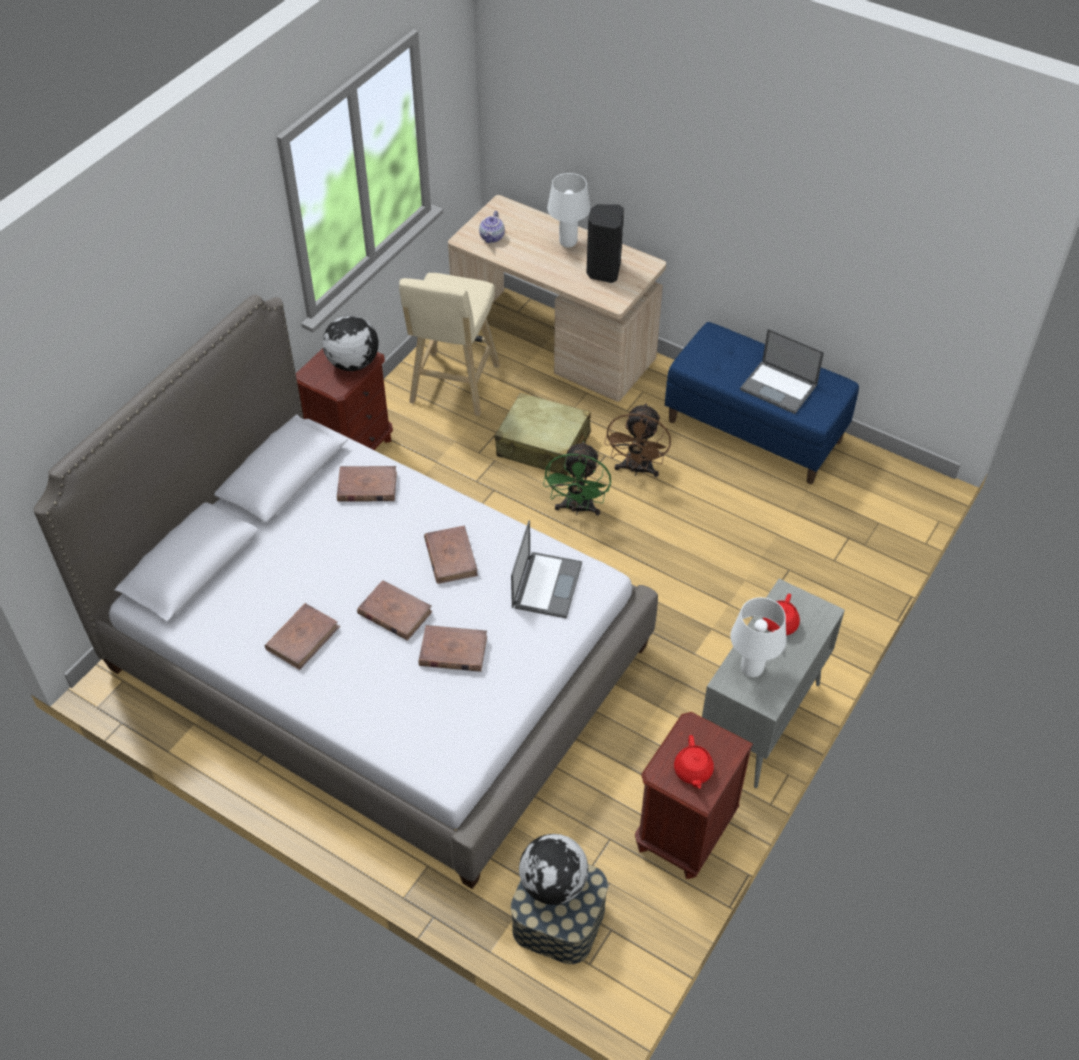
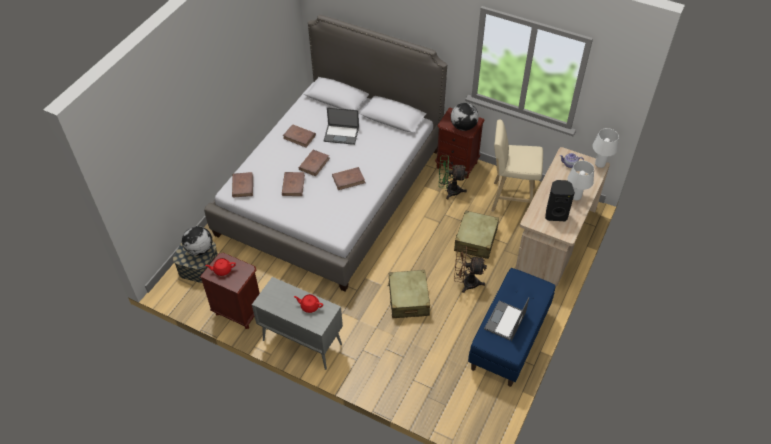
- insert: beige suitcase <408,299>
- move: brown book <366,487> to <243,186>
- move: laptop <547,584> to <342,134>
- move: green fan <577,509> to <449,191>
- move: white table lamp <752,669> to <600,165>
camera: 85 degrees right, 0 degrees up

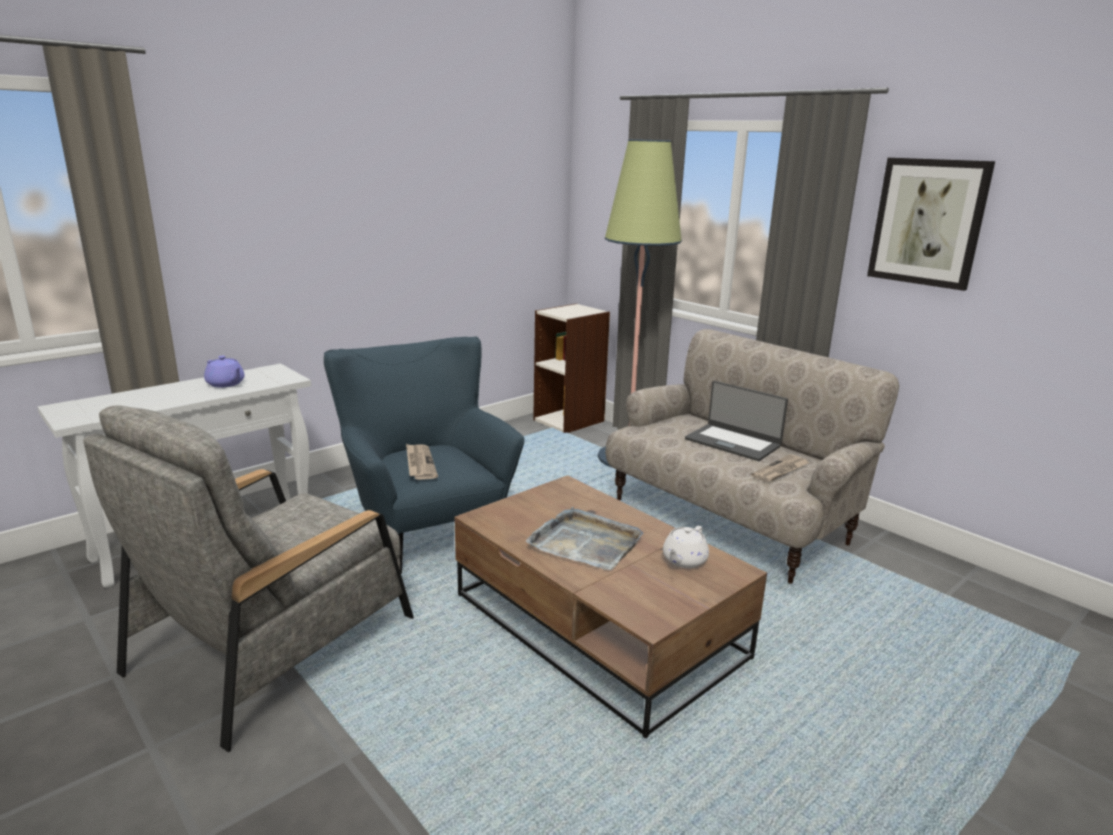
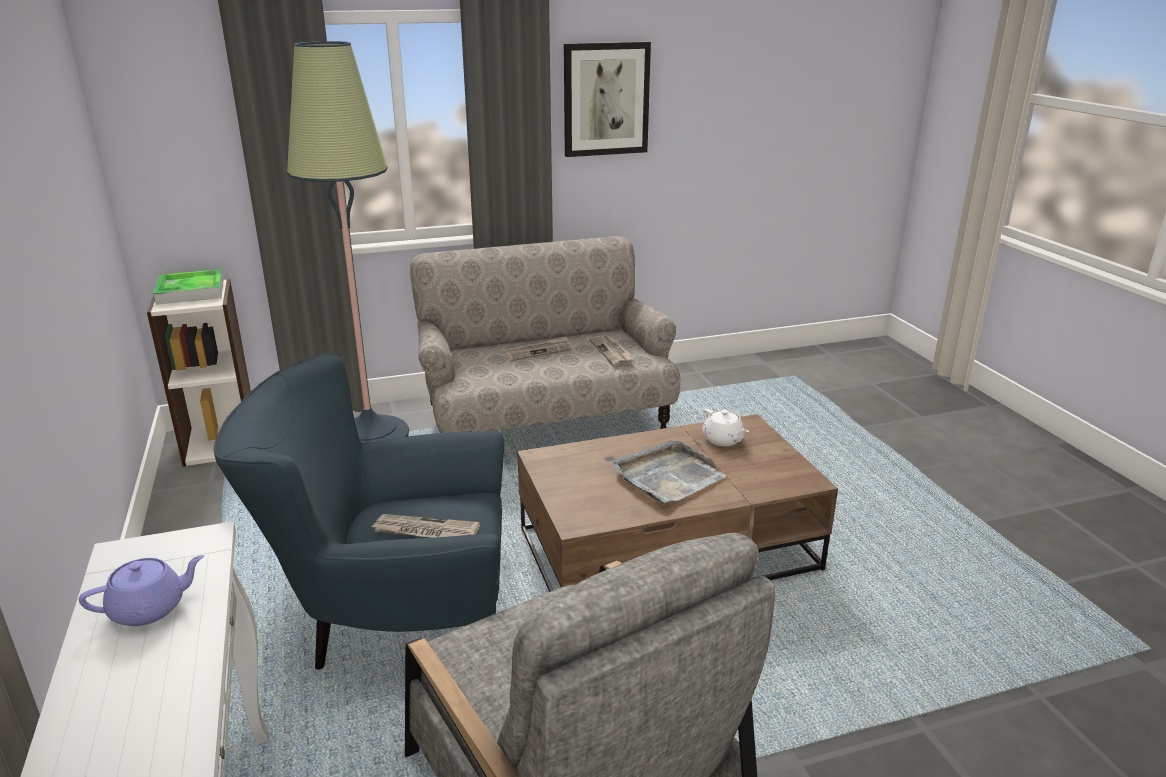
- insert: tray <191,291>
- replace: laptop <733,442> to newspaper <538,351>
camera: 65 degrees left, 5 degrees up

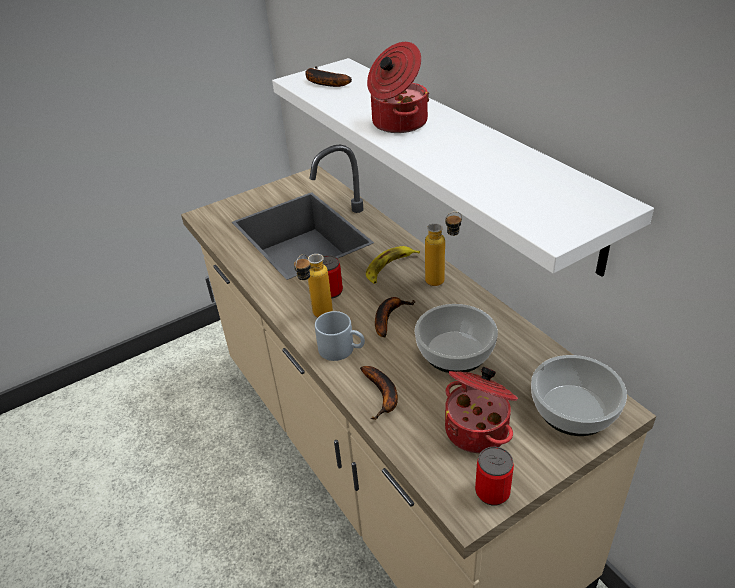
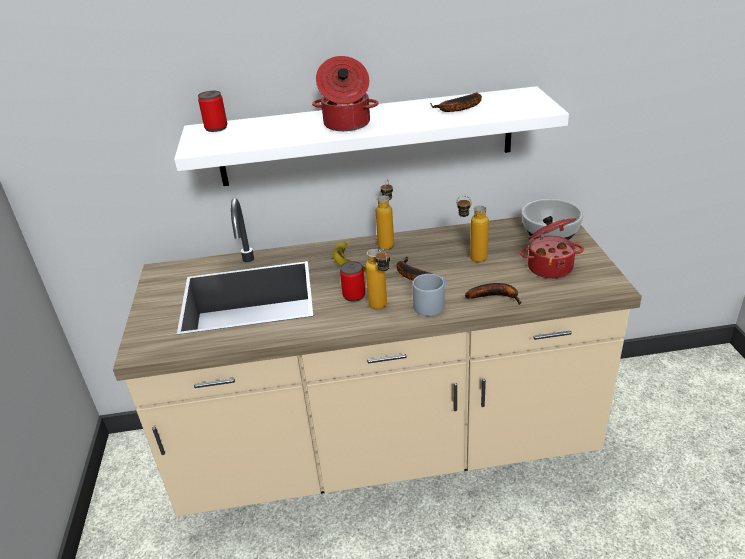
- move: banana <323,82> to <458,108>
- move: can <492,492> to <216,128>
- replace: bowl <454,352> to bottle <471,257>
camera: 65 degrees left, 5 degrees down

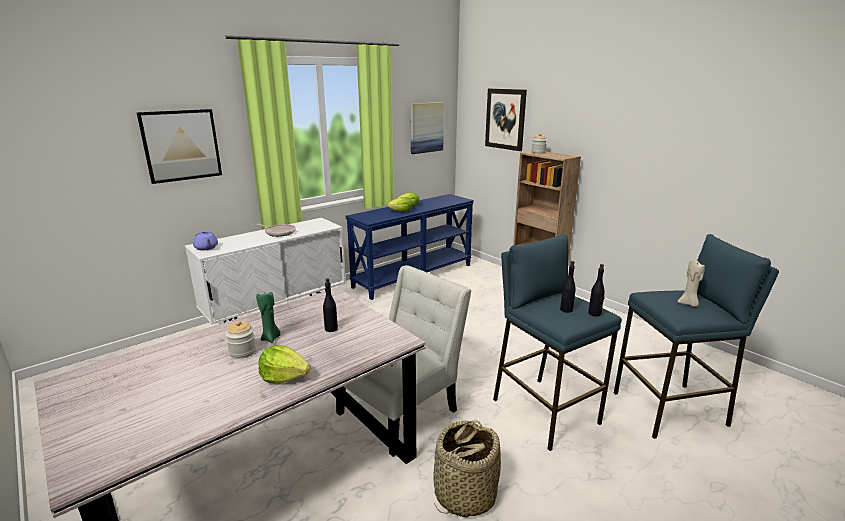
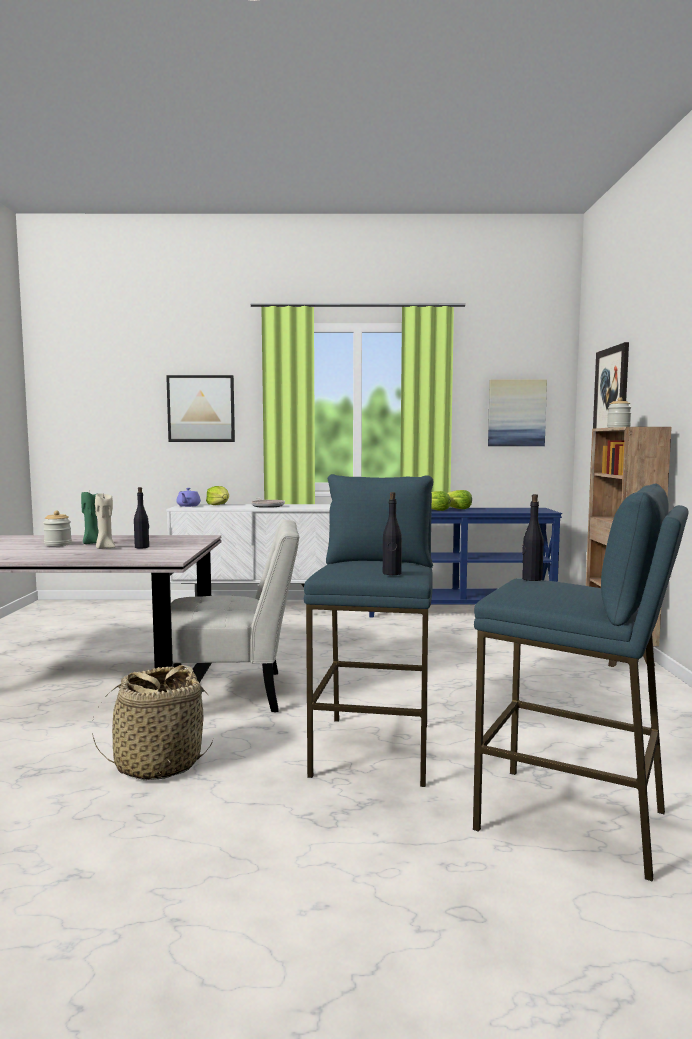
- move: lettuce <284,376> to <219,505>
- move: black bottle <566,310> to <531,579>
- move: beige candle <688,304> to <105,548>
camera: 40 degrees right, 15 degrees down

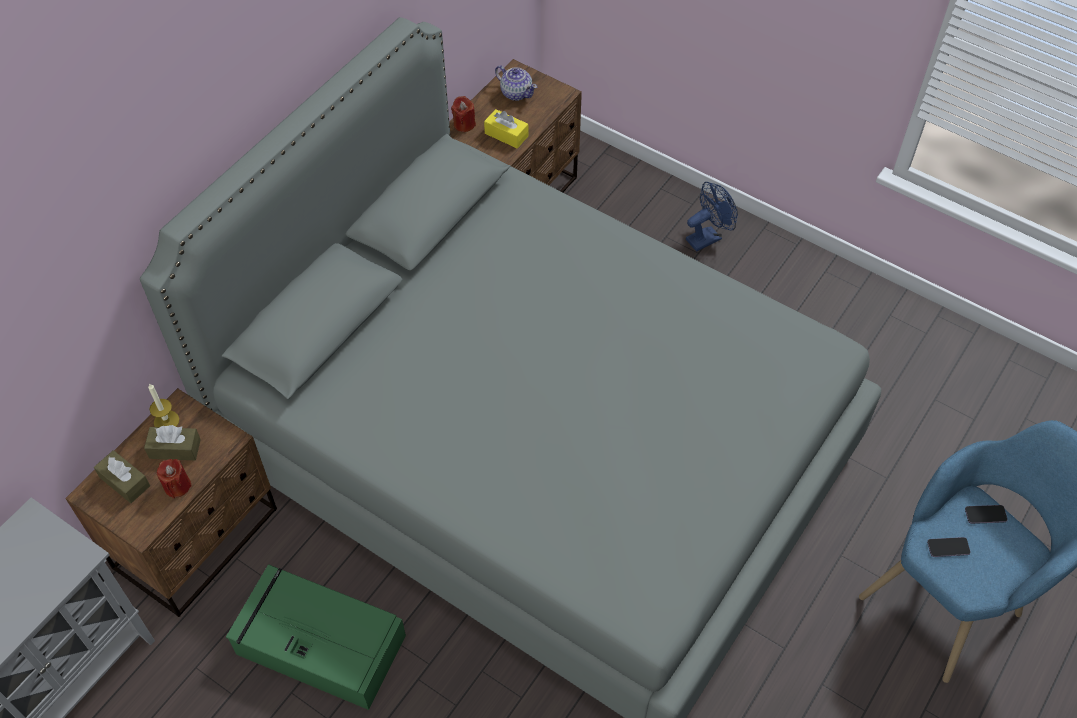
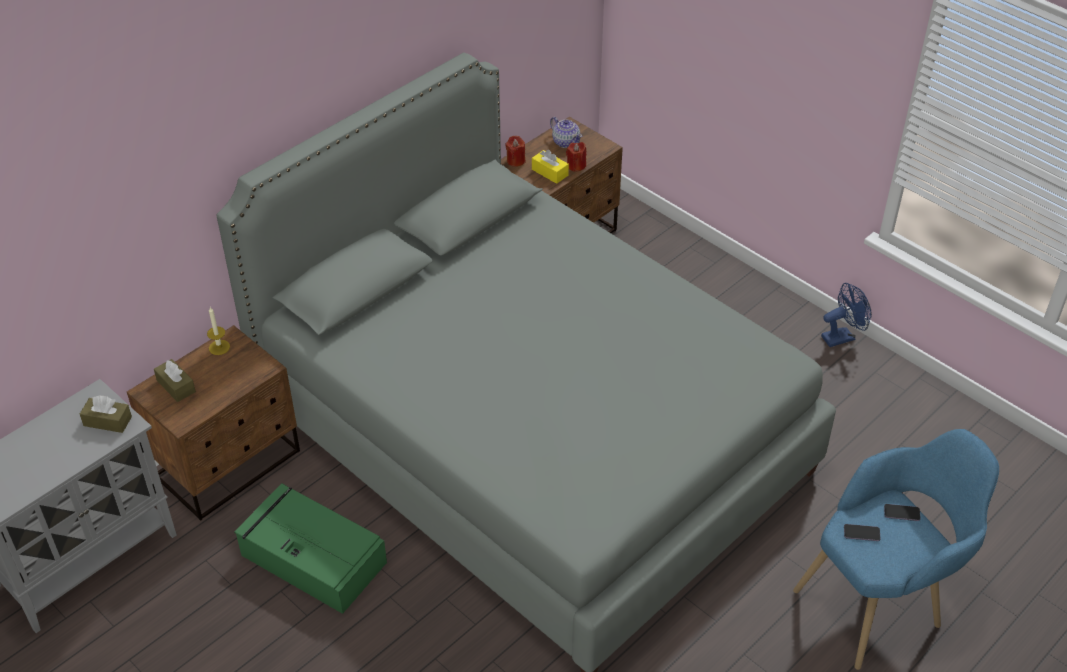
- move: brown tissue box <175,449> to <107,421>
- move: red candle <177,486> to <576,166>
- move: blue fan <708,237> to <842,336>
camera: 10 degrees right, 10 degrees down

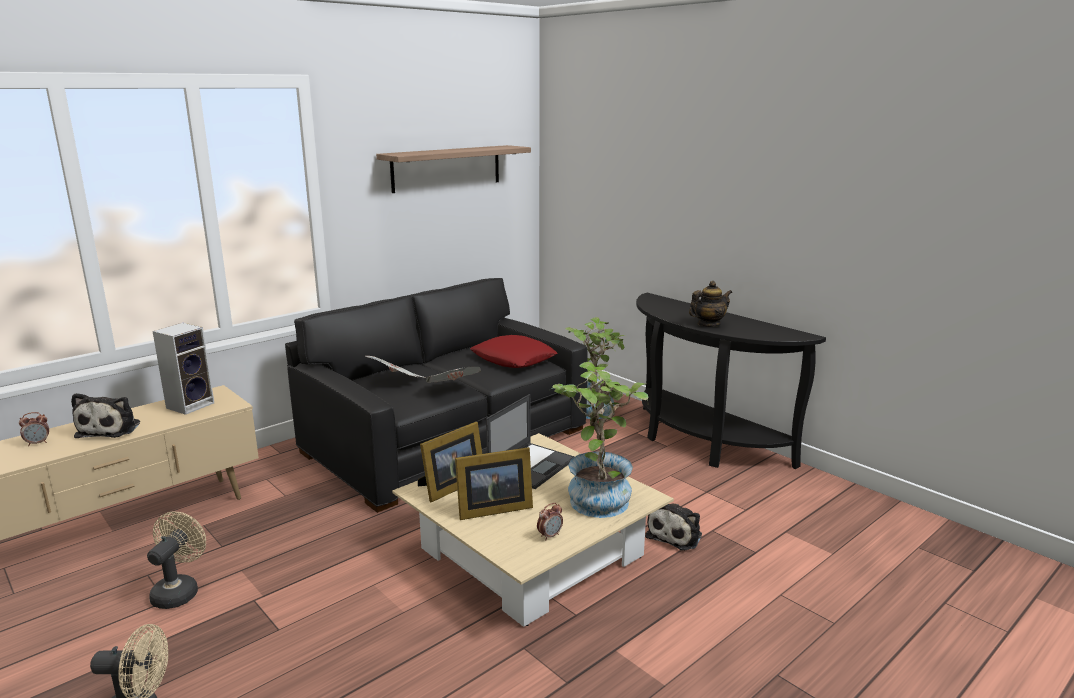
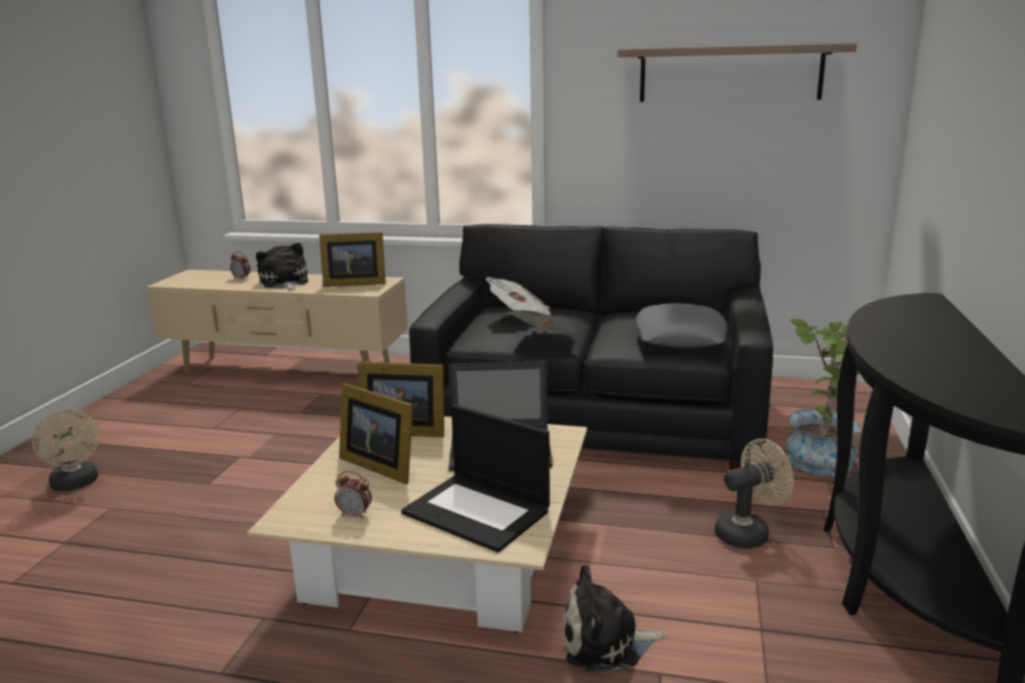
- delete: teapot <708,324>
- move: beige fan <179,591> to <748,532>
- replace: speaker <191,405> to picture frame <353,283>
- replace: potted plant <597,496> to laptop <478,512>
- recolor: red pillow <513,359> to grey pillow <679,336>
- rotate: plush toy <111,428> = <284,282> 105 degrees clockwise
camera: 55 degrees right, 0 degrees up

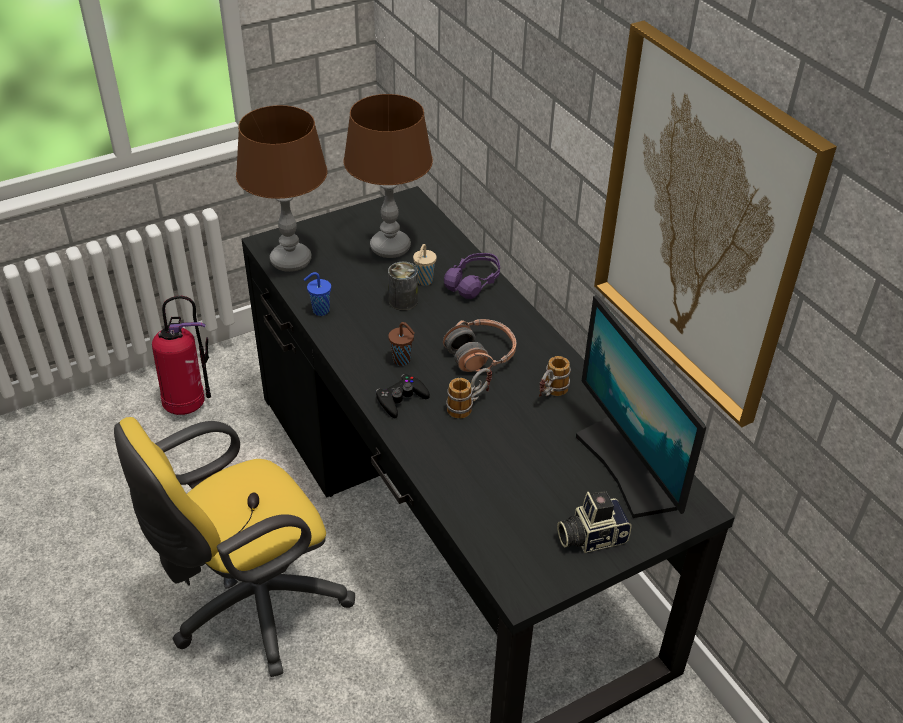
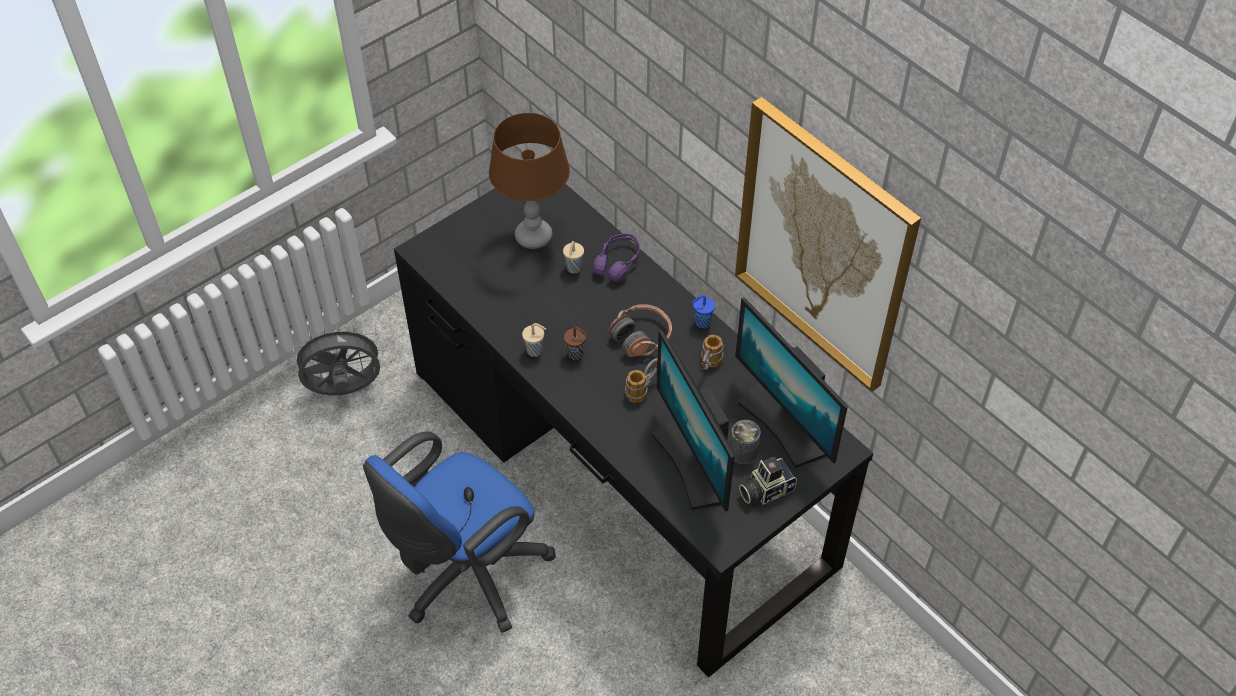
- delete: brown table lamp <291,261>
- delete: black game controller <401,399>
- insert: beige cup <535,351>
- insert: monitor <693,463>
- move: blue cup <319,311> to <701,323>
- move: can <403,301> to <743,452>
- replace: fire extinguisher <187,404> to grey fan <344,391>
- recolor: yellow office chair <251,606> to blue office chair <466,575>
camera: 10 degrees left, 10 degrees up

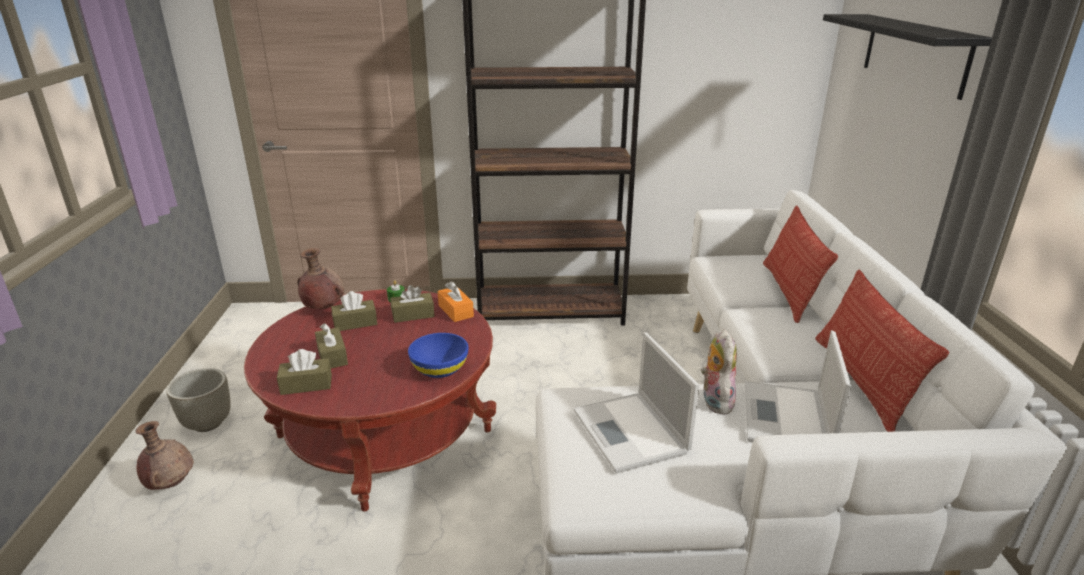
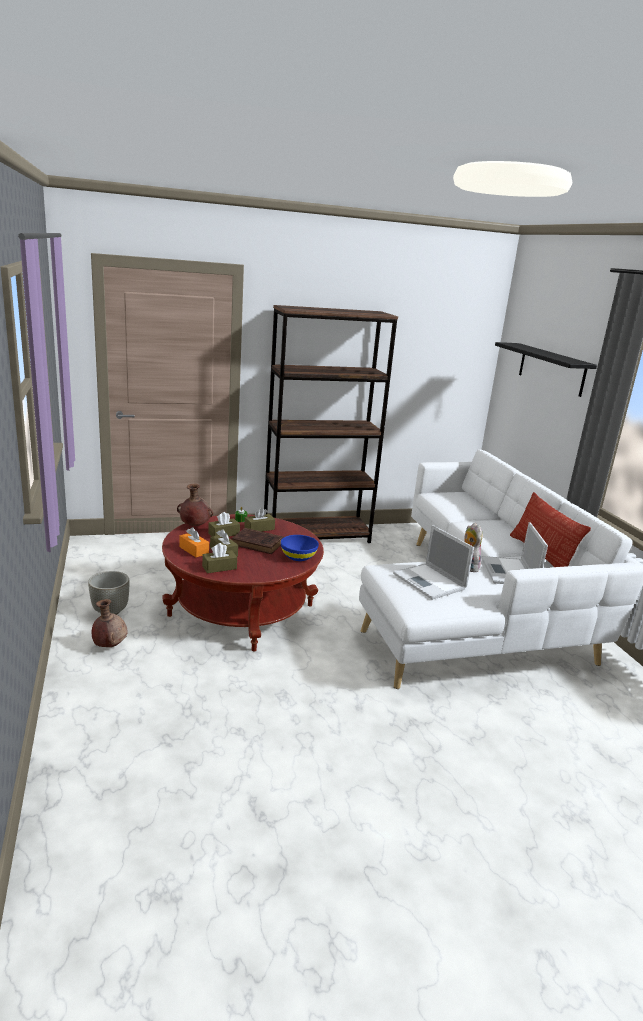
- delete: pillow <789,291>
- insert: brown book <259,544>
- move: orange tissue box <456,311> to <194,550>
camera: 15 degrees left, 5 degrees down

